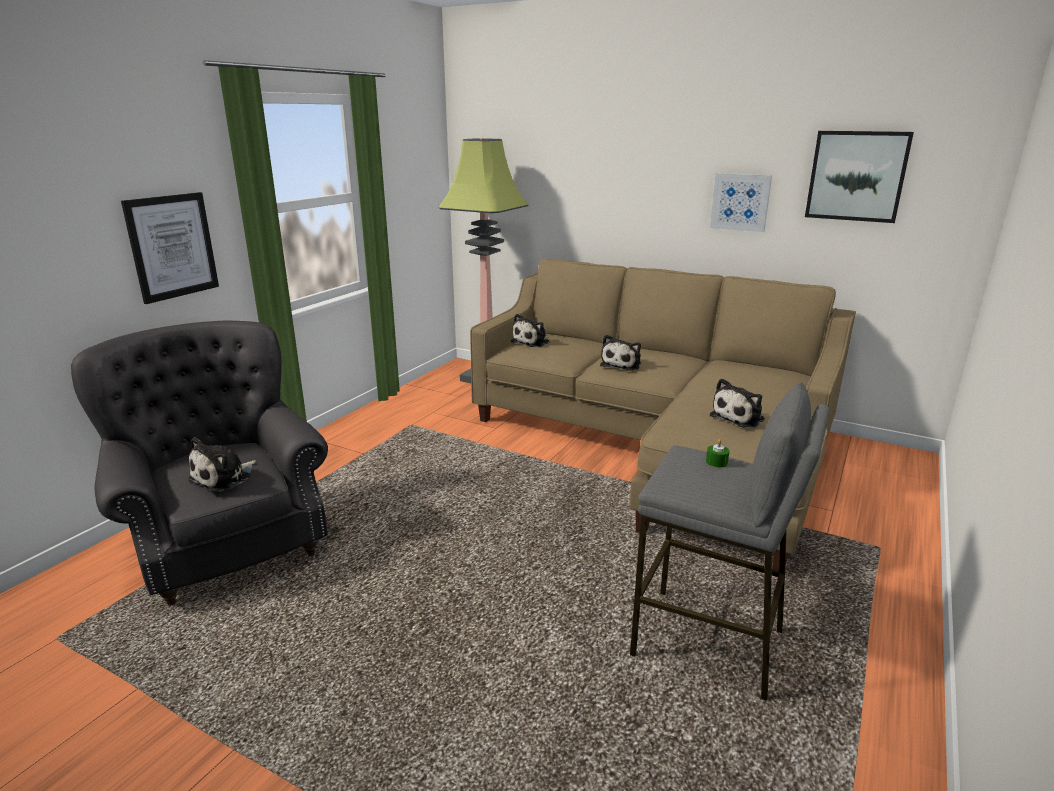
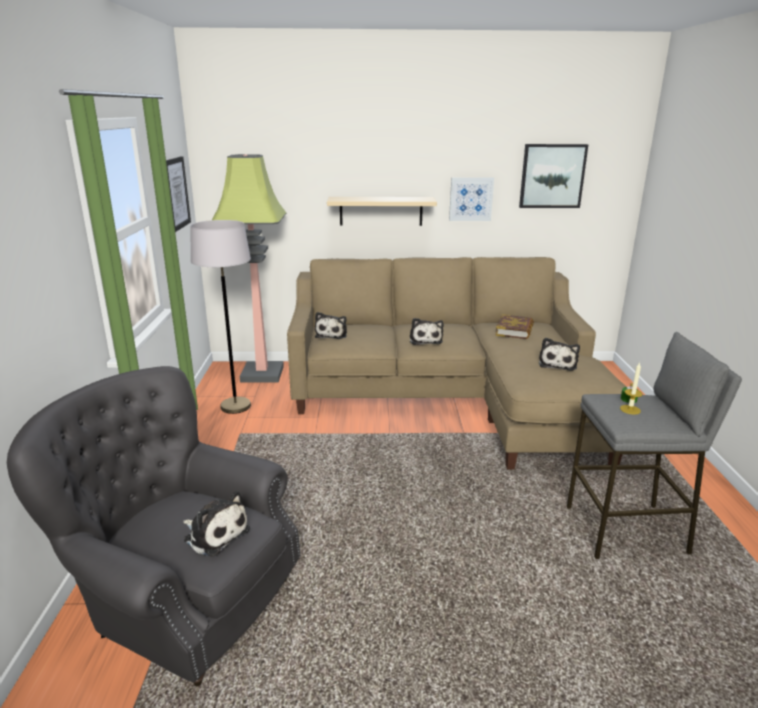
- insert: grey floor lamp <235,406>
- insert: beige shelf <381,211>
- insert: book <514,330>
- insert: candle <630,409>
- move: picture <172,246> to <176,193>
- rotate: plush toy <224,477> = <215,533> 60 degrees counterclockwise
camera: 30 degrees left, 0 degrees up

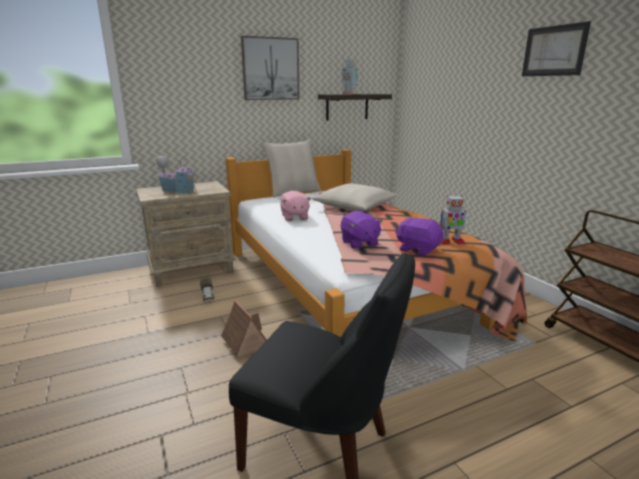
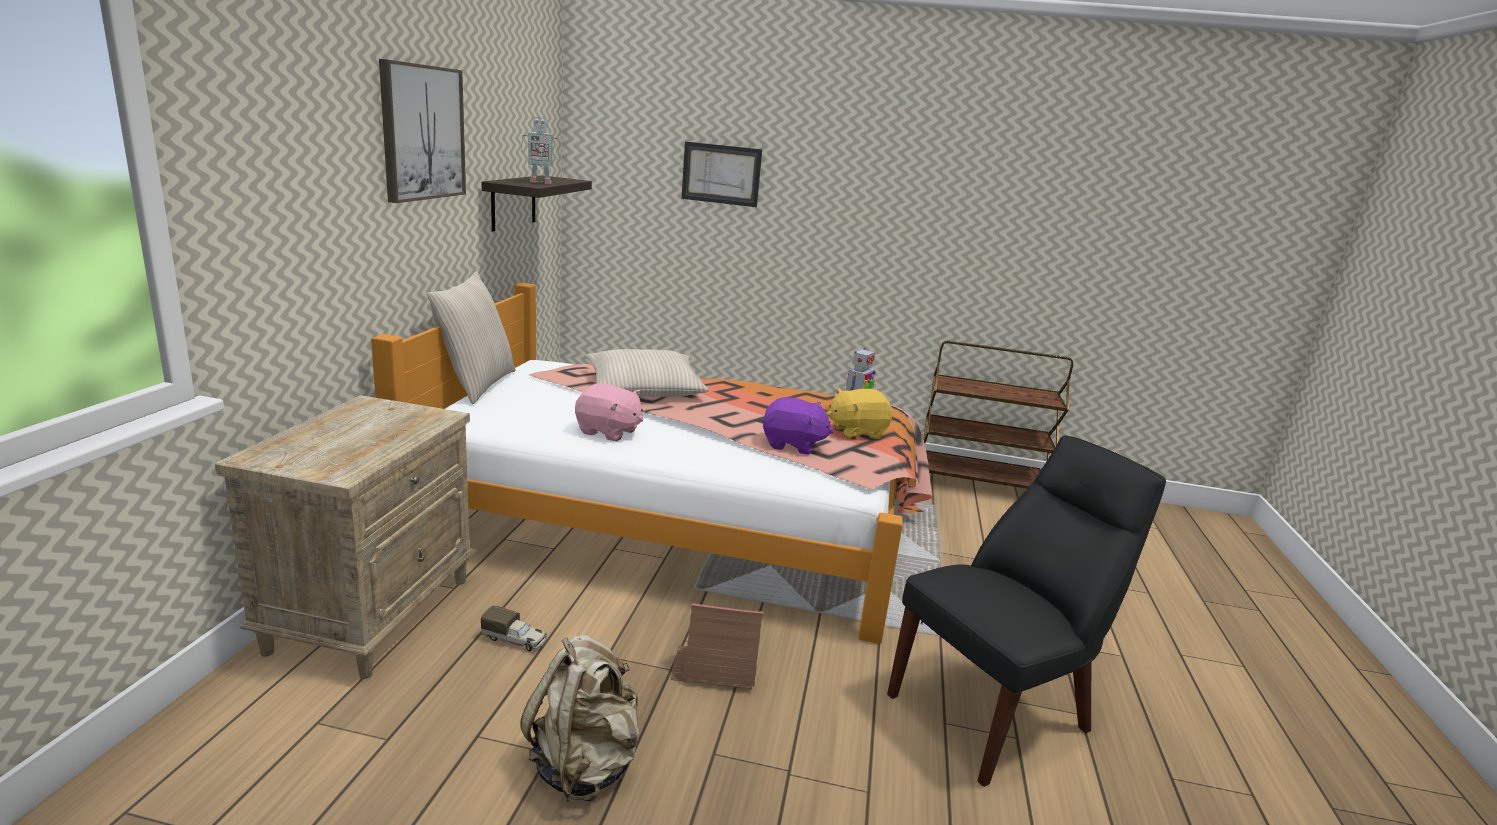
- delete: toy house <178,191>
- insert: beige backpack <585,764>
- move: picture <554,51> to <721,174>
- recolor: purple plush toy <418,249> to yellow plush toy <856,432>
camera: 55 degrees left, 0 degrees up

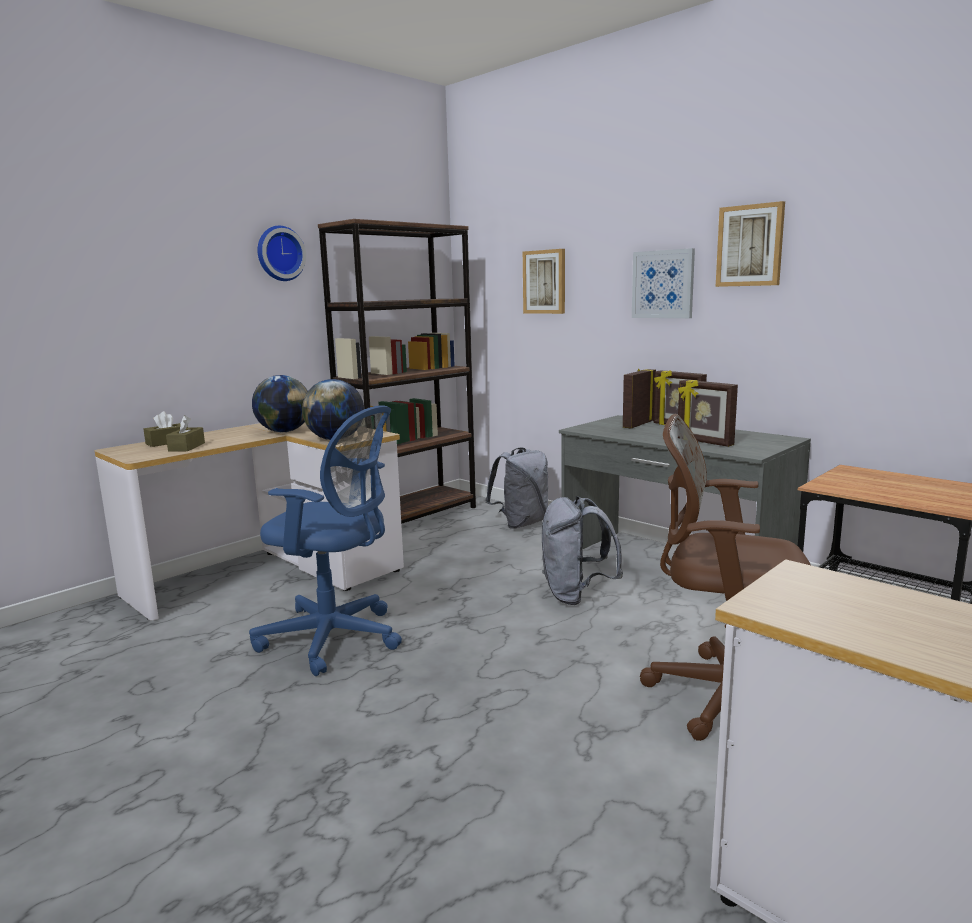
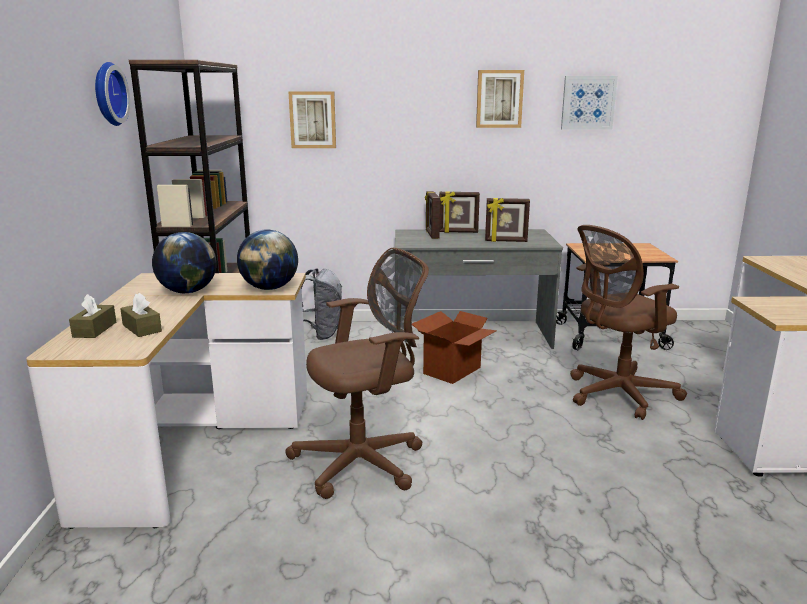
- move: picture <663,284> to <588,102>
- replace: grey backpack <576,595> to cardboard box <453,371>
- recolor: blue office chair <336,639> to brown office chair <364,462>
camera: 45 degrees left, 5 degrees up

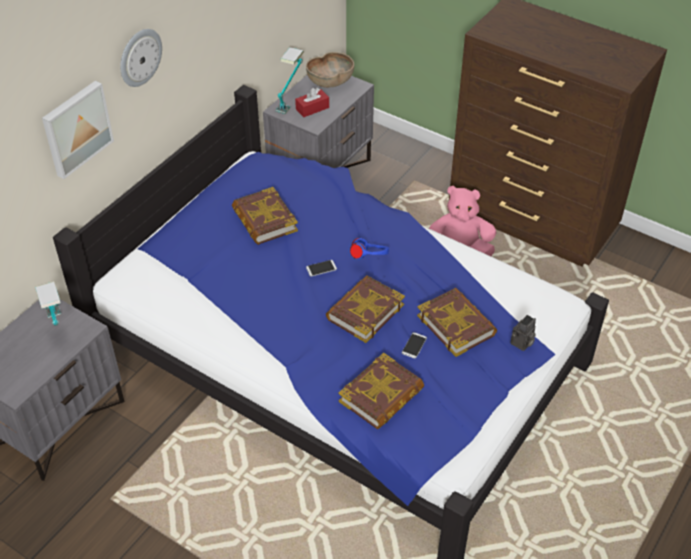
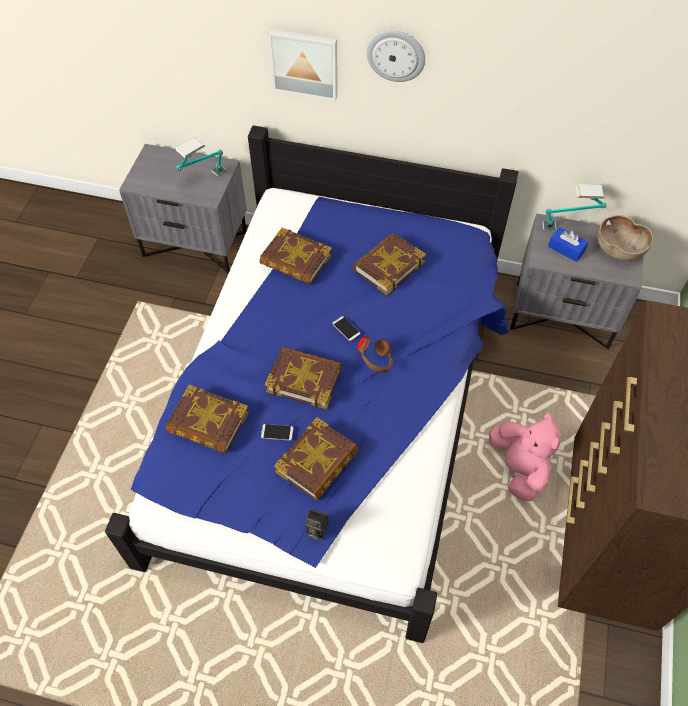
- insert: book <295,260>
- recolor: red tissue box <312,108> to blue tissue box <566,249>
- recolor: blue headphones <369,259> to brown headphones <375,363>
camera: 70 degrees right, 10 degrees up

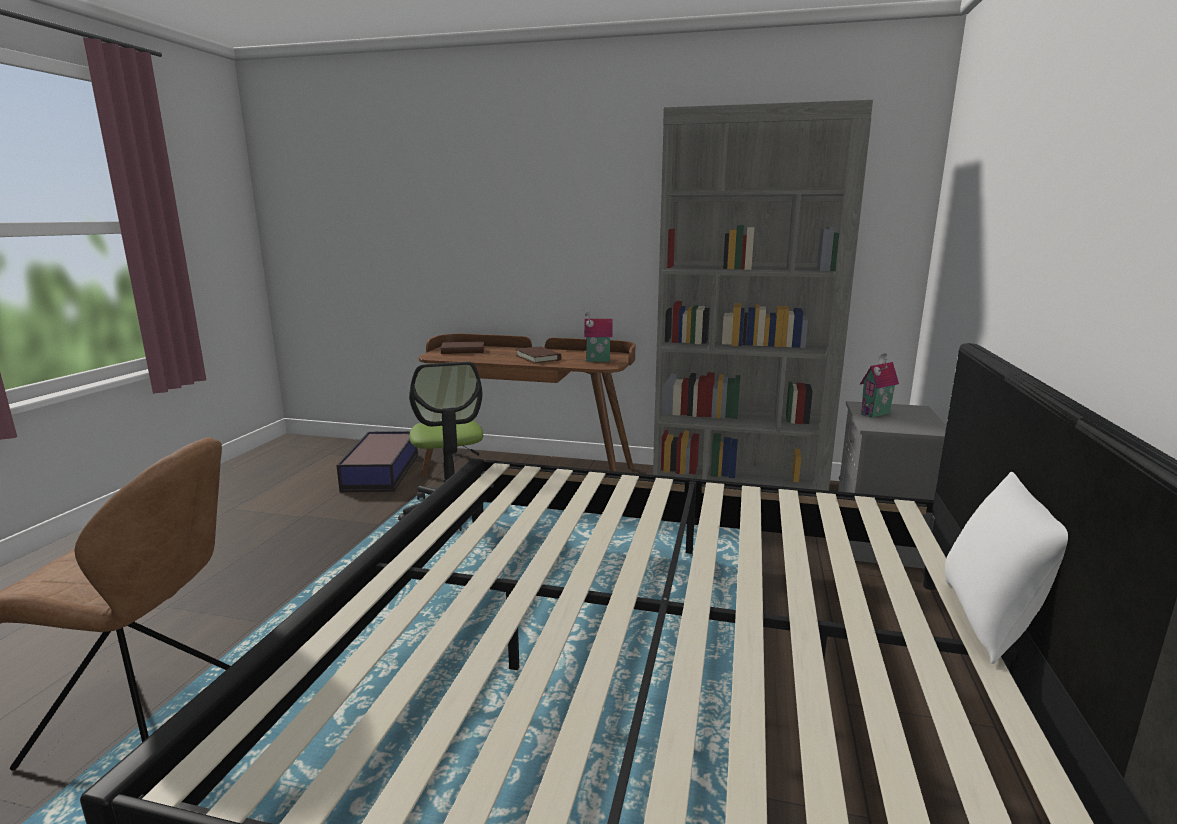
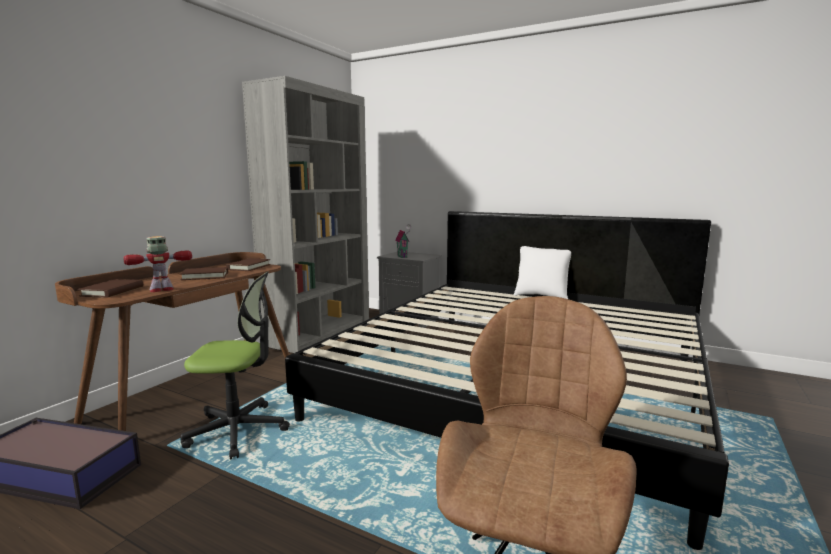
- insert: toy robot <162,290>
- replace: toy house <598,361> to brown book <249,267>
camera: 75 degrees left, 5 degrees down

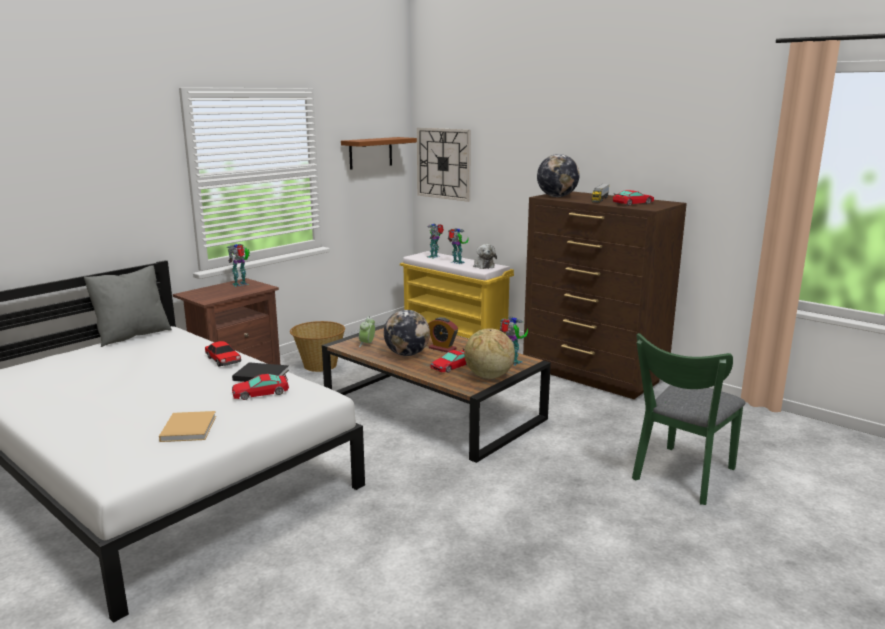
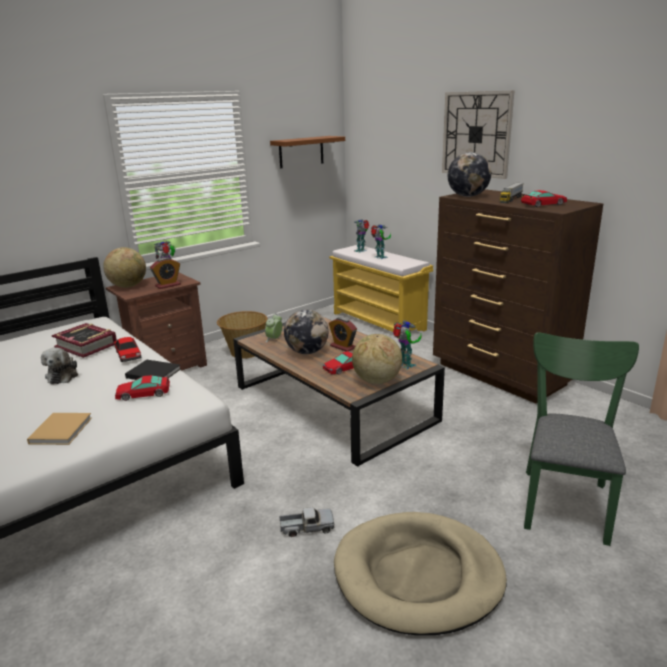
- delete: grey pillow <132,335>
- insert: book <86,345>
- insert: globe <128,286>
- insert: alarm clock <168,285>
- insert: toy truck <307,528>
- insert: beige dog bed <418,576>
- move: wall clock <444,163> to <476,134>
- move: plush toy <483,265> to <63,375>
- rotate: green chair <681,477> = <565,499> 150 degrees clockwise
camera: 10 degrees right, 5 degrees up

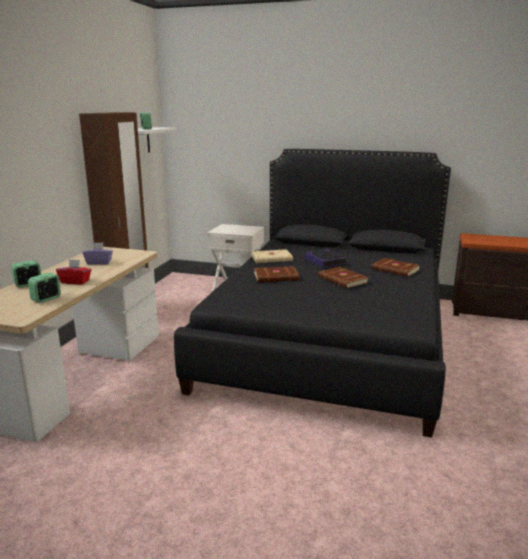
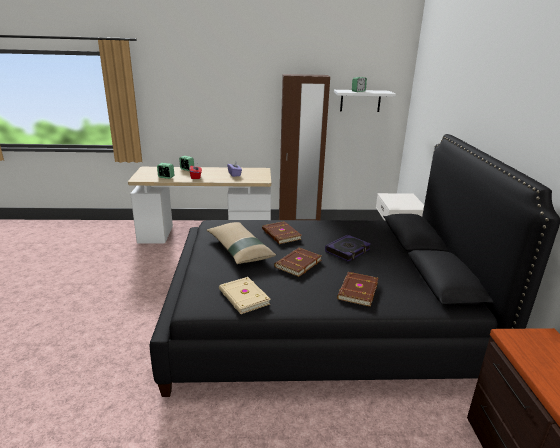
- insert: beige pillow <239,249>
- move: beige book <272,258> to <243,297>
camera: 70 degrees right, 5 degrees up

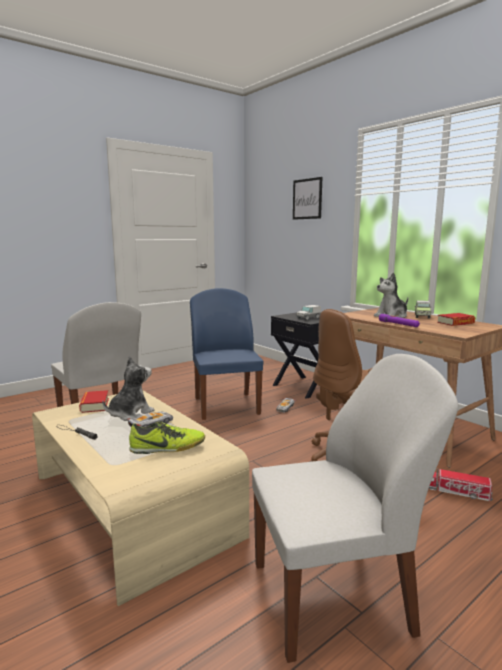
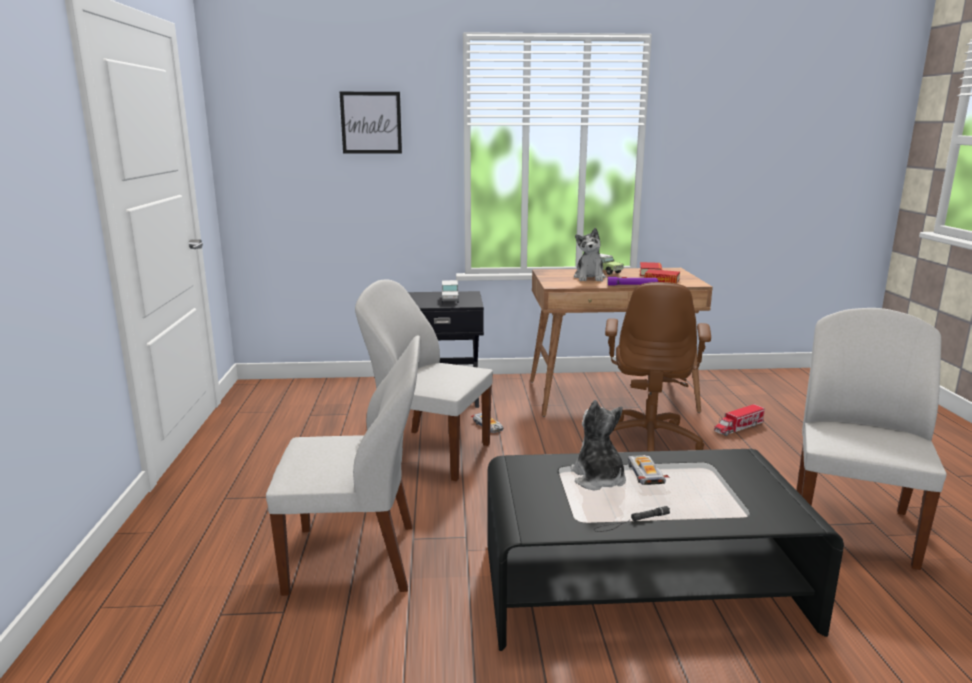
- delete: shoe <167,448>
- move: book <94,405> to <661,280>
- recolor: beige coffee table <132,505> to black coffee table <641,586>
- recolor: blue chair <226,405> to white chair <430,454>
camera: 55 degrees left, 5 degrees up

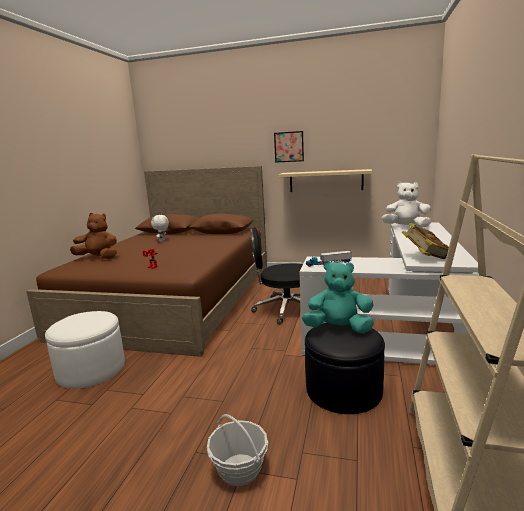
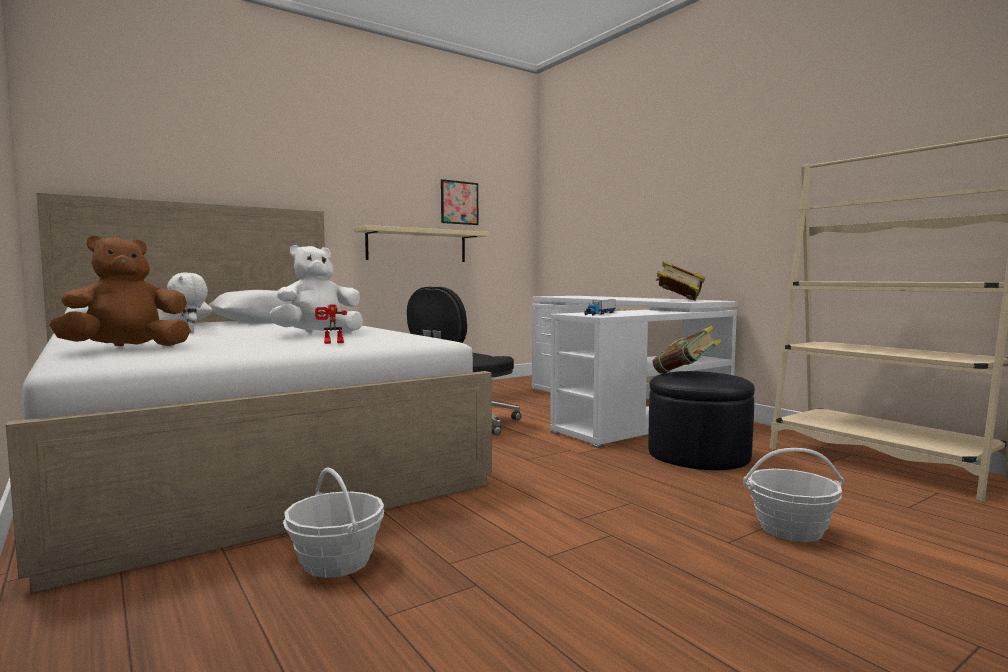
- move: picture <289,147> to <459,202>
- move: white plush toy <406,227> to <318,333>
- replace: white ottoman <91,369> to basket <336,562>
- replace: turquoise plush toy <338,329> to book <685,374>
- recolor: brown bed <175,300> to white bed <243,454>
camera: 50 degrees left, 10 degrees down

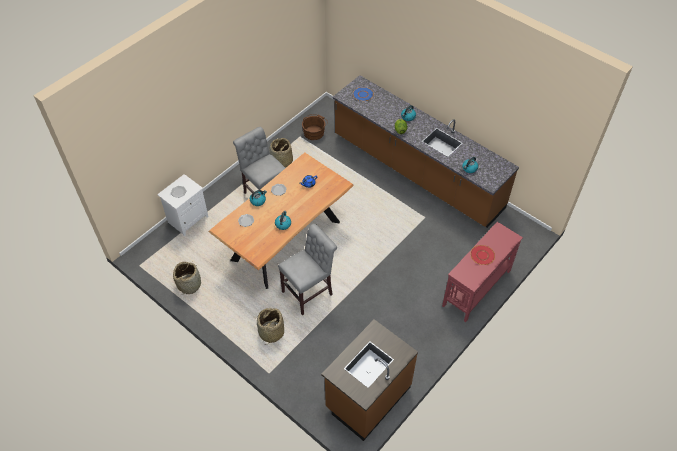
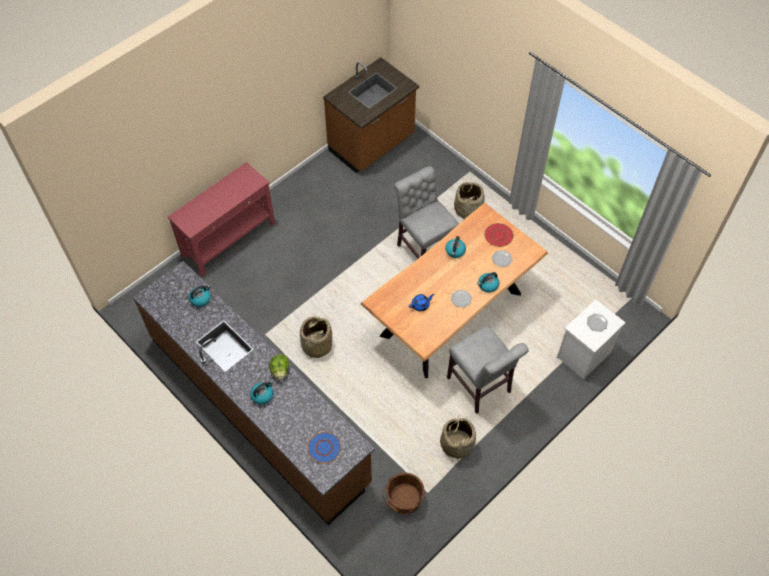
- move: basket <189,284> to <316,345>
- move: red plate <482,255> to <498,235>
- rotate: grey chair <309,292> = <424,249> 90 degrees clockwise
camera: 175 degrees left, 5 degrees up

